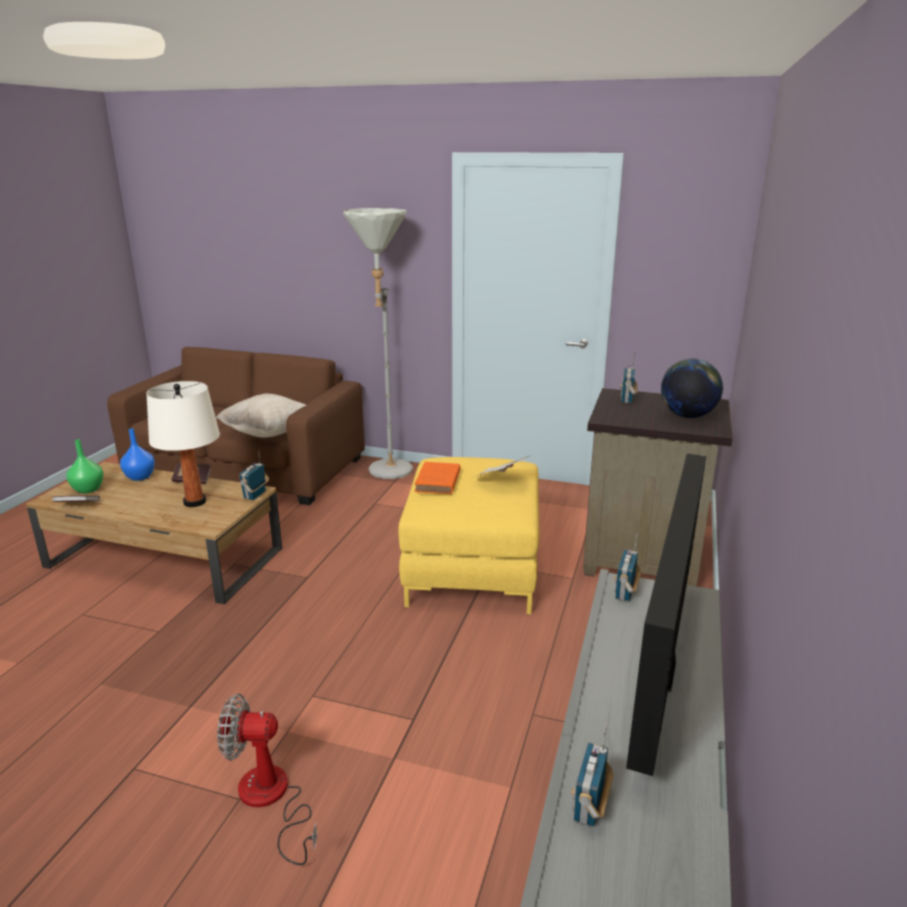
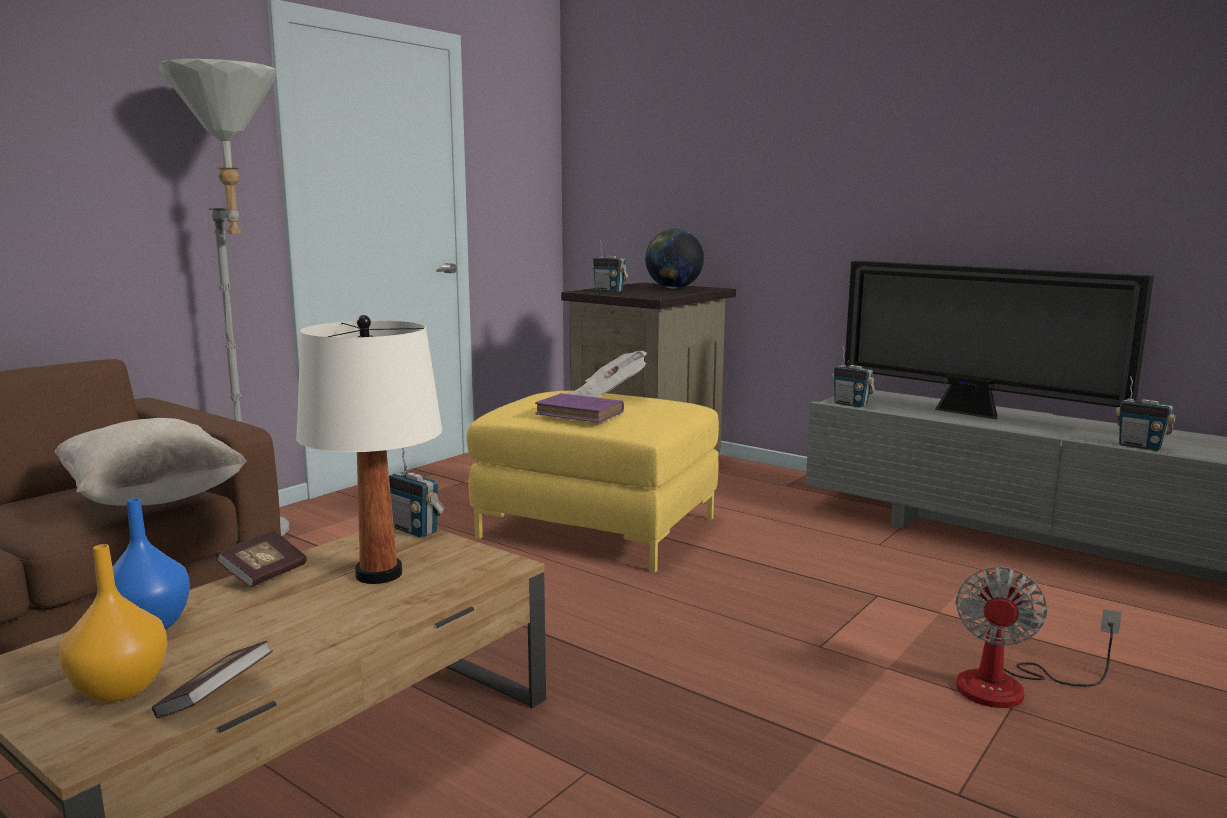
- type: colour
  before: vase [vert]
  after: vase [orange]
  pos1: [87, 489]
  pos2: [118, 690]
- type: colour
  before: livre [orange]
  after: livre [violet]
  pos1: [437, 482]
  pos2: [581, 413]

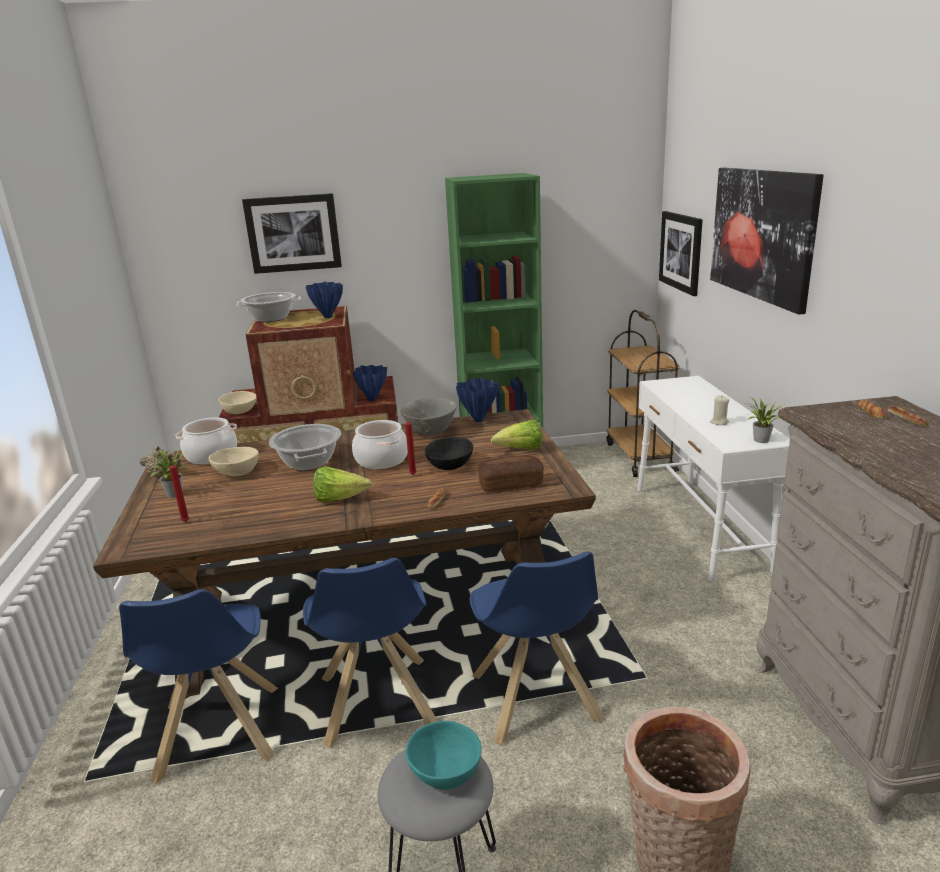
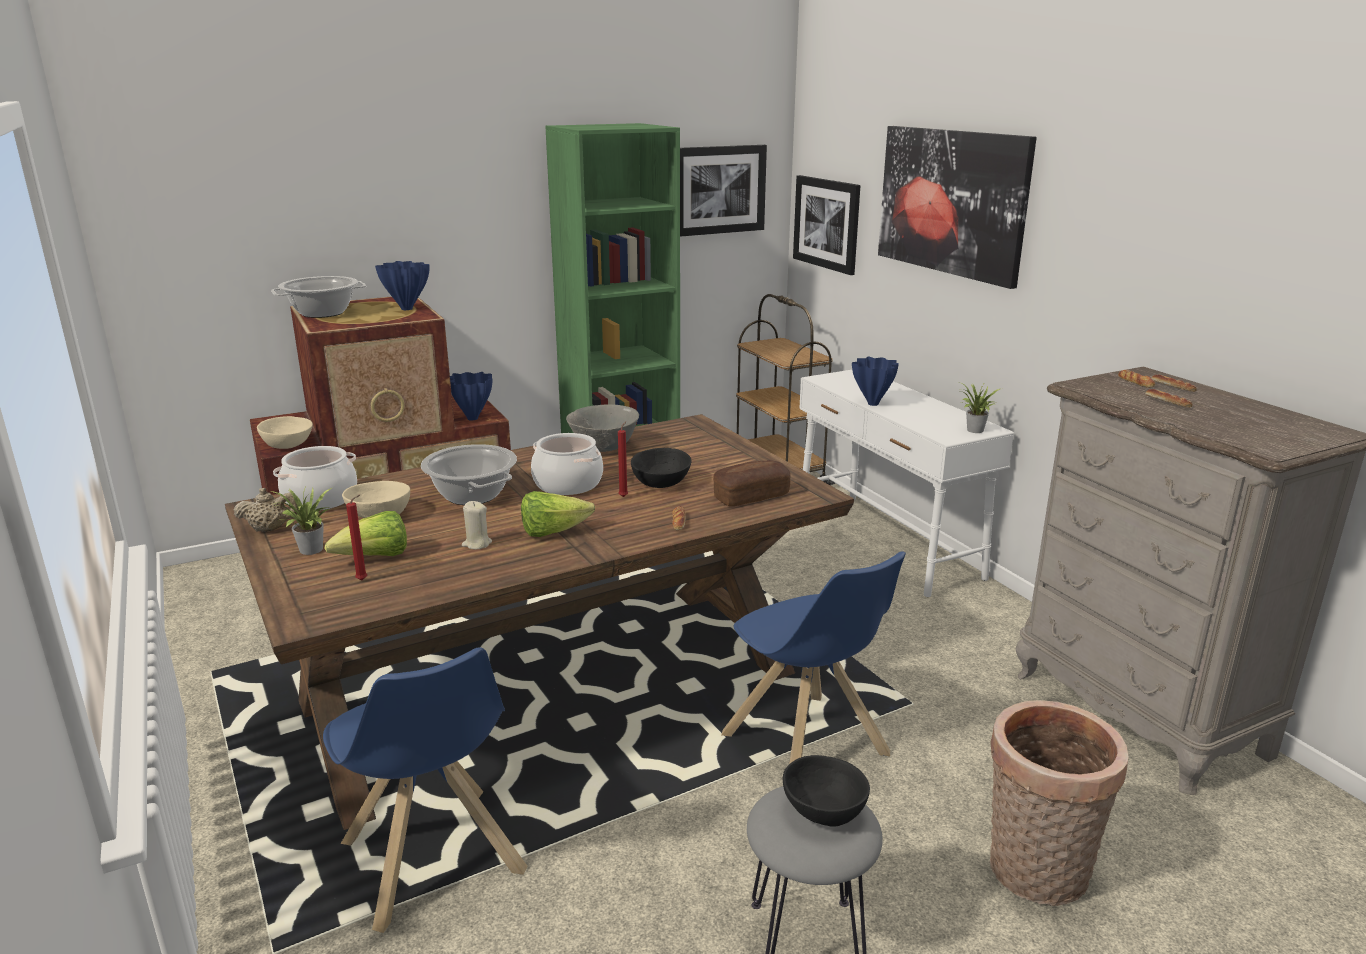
- type: relocated
  before: tableau
  pos1: [293, 233]
  pos2: [719, 190]
- type: relocated
  before: vase [bleu]
  pos1: [478, 420]
  pos2: [873, 403]
- type: relocated
  before: bougie [beige]
  pos1: [719, 422]
  pos2: [477, 544]
- type: relocated
  before: laitue
  pos1: [520, 450]
  pos2: [375, 558]
- type: missing
  before: chaise [bleu]
  pos1: [377, 703]
- type: colour
  before: bol [turquoise]
  after: bol [noir]
  pos1: [445, 772]
  pos2: [824, 811]
- type: appeared
  after: pain
  pos2: [1167, 402]

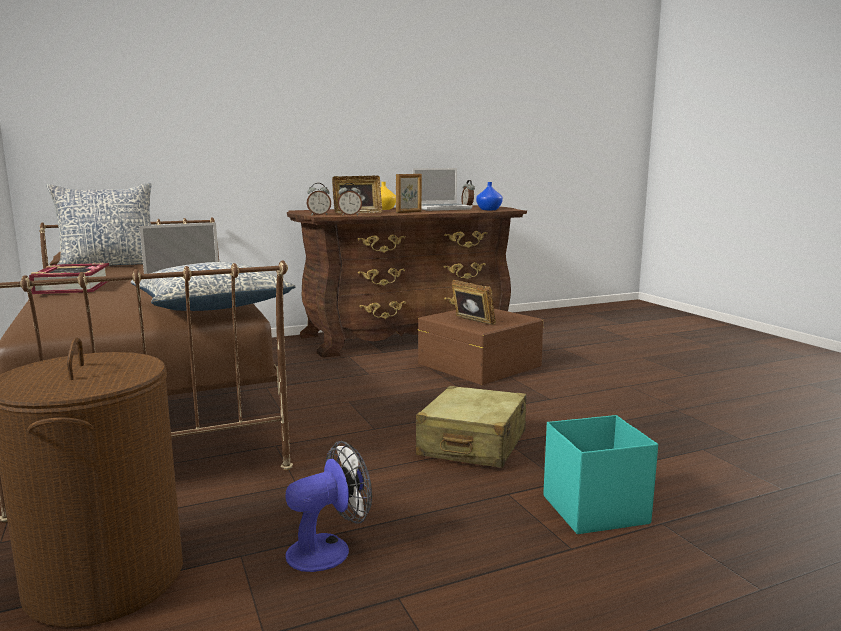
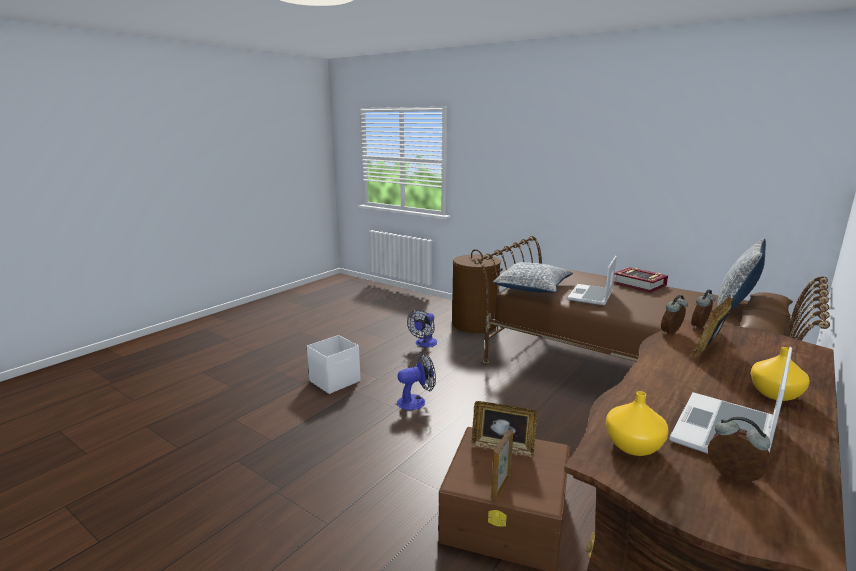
- type: relocated
  before: cadre photo
  pos1: [409, 212]
  pos2: [500, 487]
- type: colour
  before: vase [bleu]
  after: vase [jaune]
  pos1: [489, 209]
  pos2: [633, 447]
- type: exchanged
  before: valise [beige]
  after: ventilateur
  pos1: [472, 444]
  pos2: [416, 401]
- type: colour
  before: boîte de rangement [turquoise]
  after: boîte de rangement [blanc]
  pos1: [593, 510]
  pos2: [335, 381]

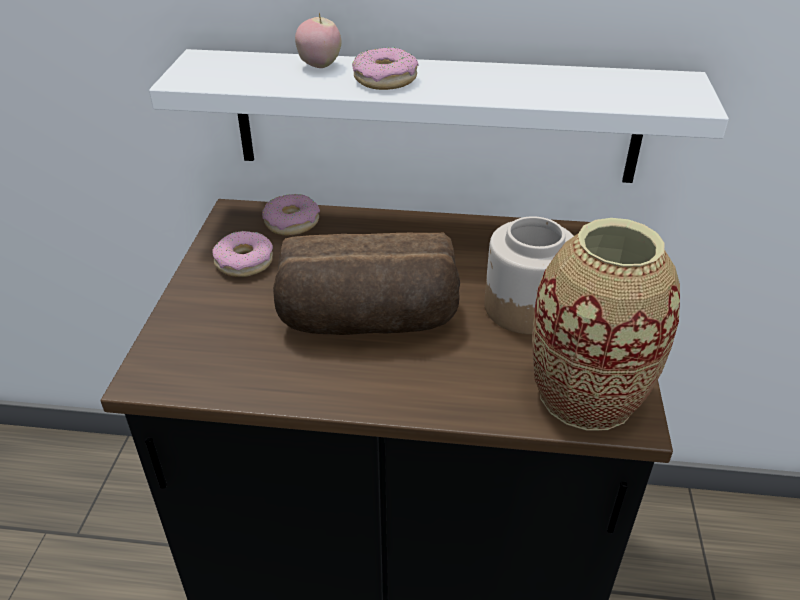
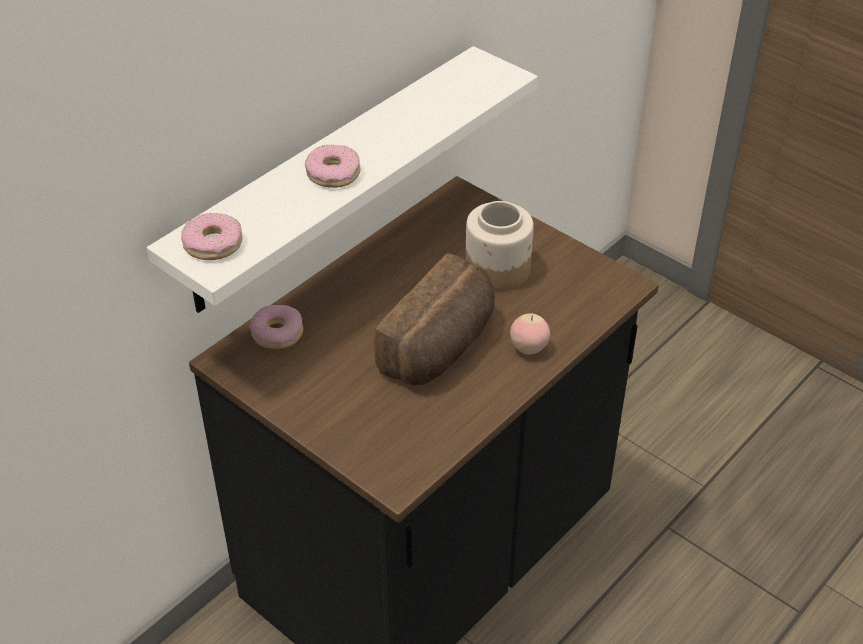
- type: relocated
  before: pomme
  pos1: [319, 66]
  pos2: [528, 349]
- type: missing
  before: vase
  pos1: [586, 395]
- type: relocated
  before: beignet
  pos1: [244, 262]
  pos2: [213, 244]

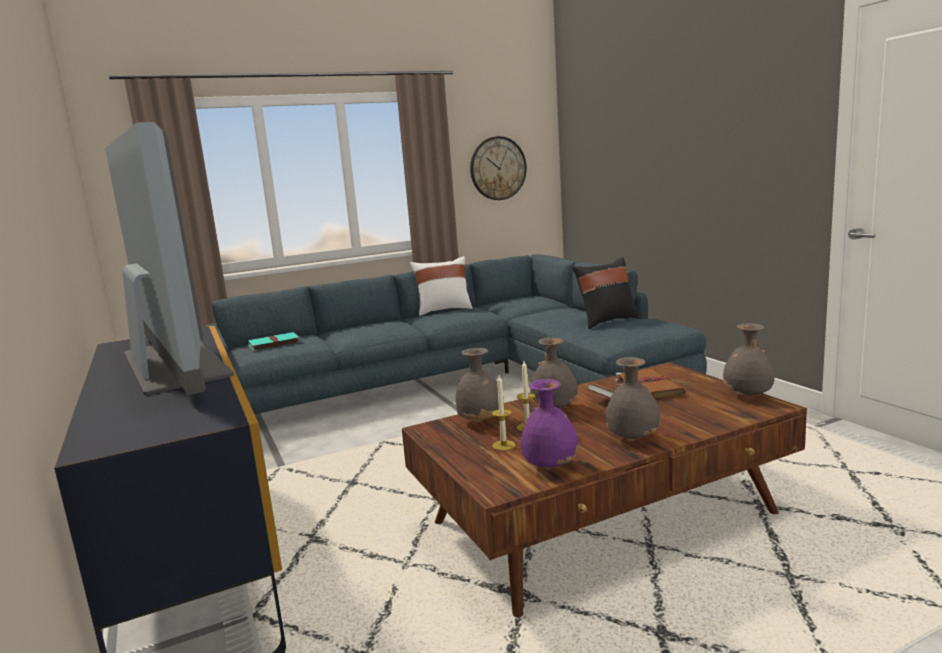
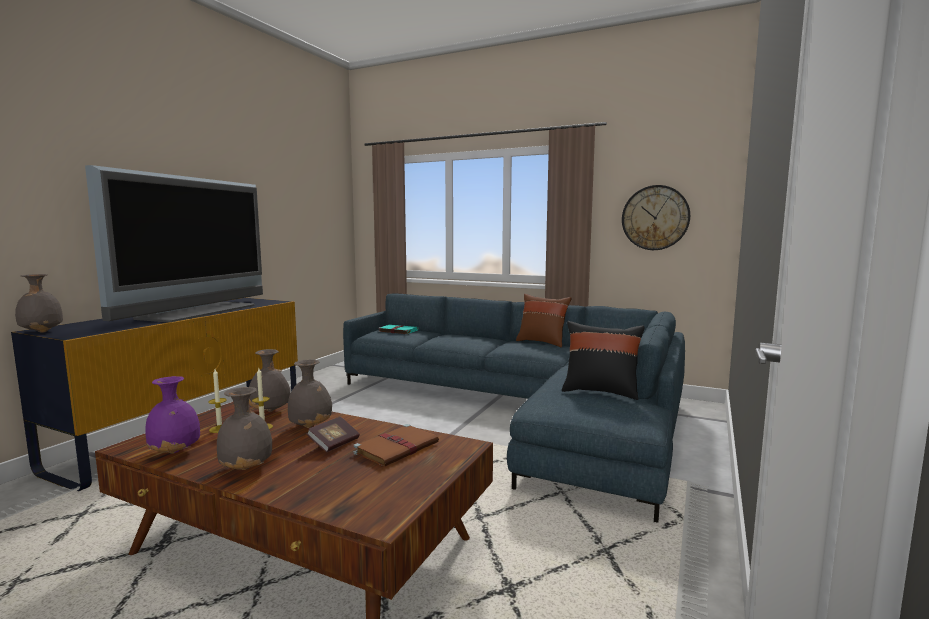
- type: colour
  before: coussin [blanc]
  after: coussin [marron]
  pos1: [443, 310]
  pos2: [542, 342]
- type: relocated
  before: vase [gris]
  pos1: [747, 396]
  pos2: [40, 332]

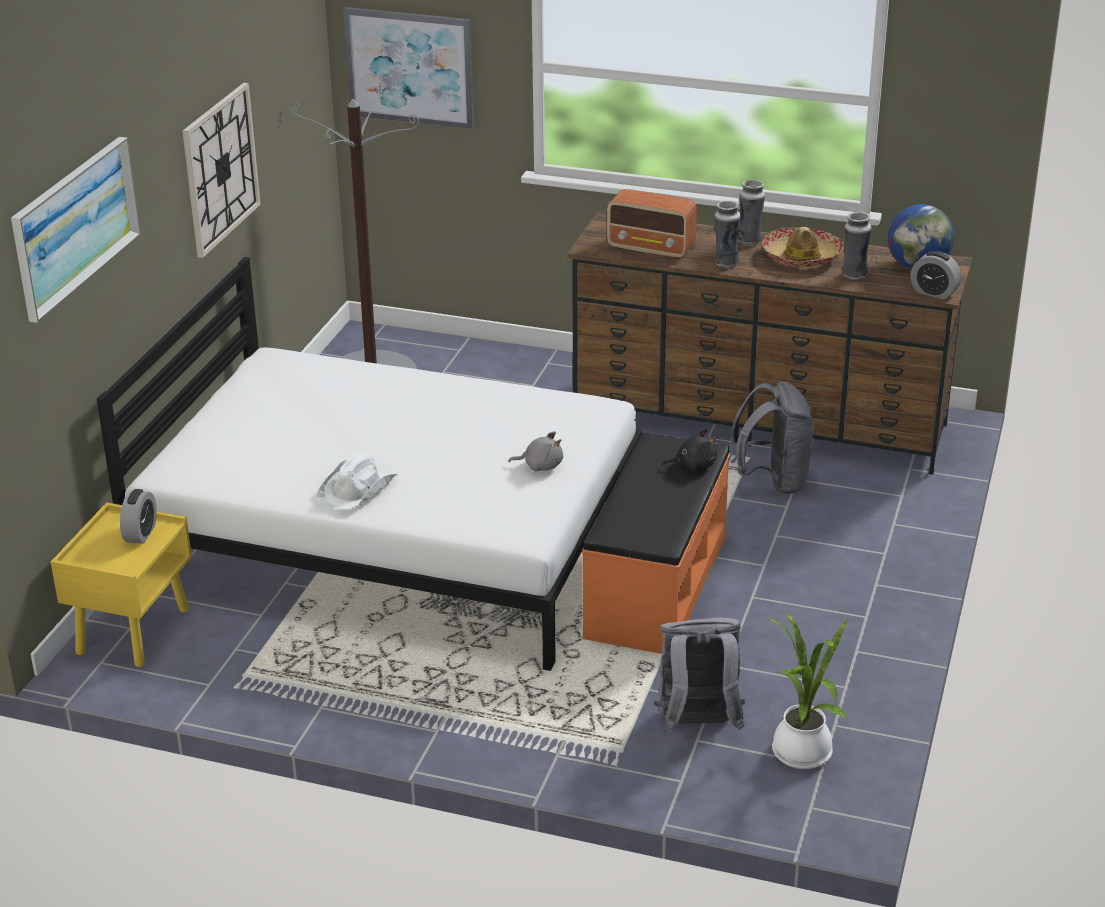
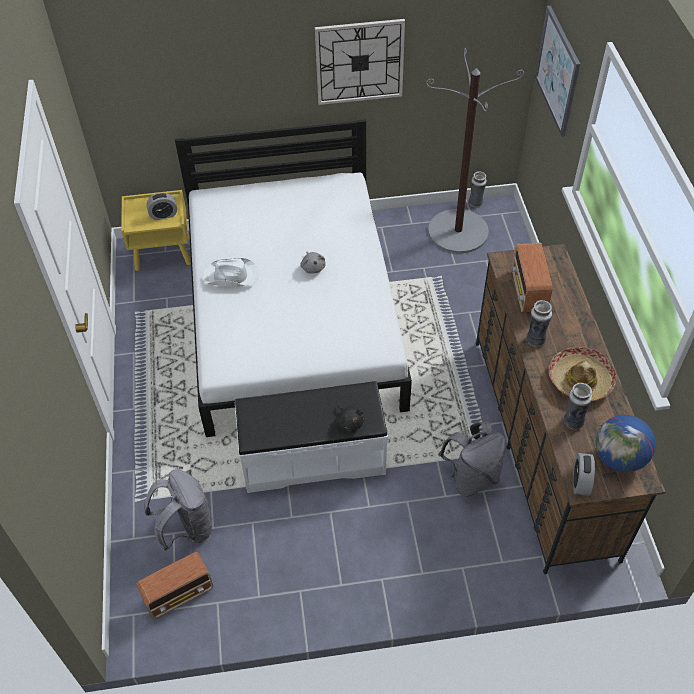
- type: missing
  before: tableau
  pos1: [75, 226]
- type: relocated
  before: vase
  pos1: [749, 241]
  pos2: [475, 203]
- type: relocated
  before: peluche [gris]
  pos1: [540, 466]
  pos2: [313, 267]
- type: colour
  before: banc [orange]
  after: banc [blanc]
  pos1: [654, 588]
  pos2: [313, 456]
- type: exchanged
  before: plante en pot
  after: radio
  pos1: [802, 756]
  pos2: [179, 594]

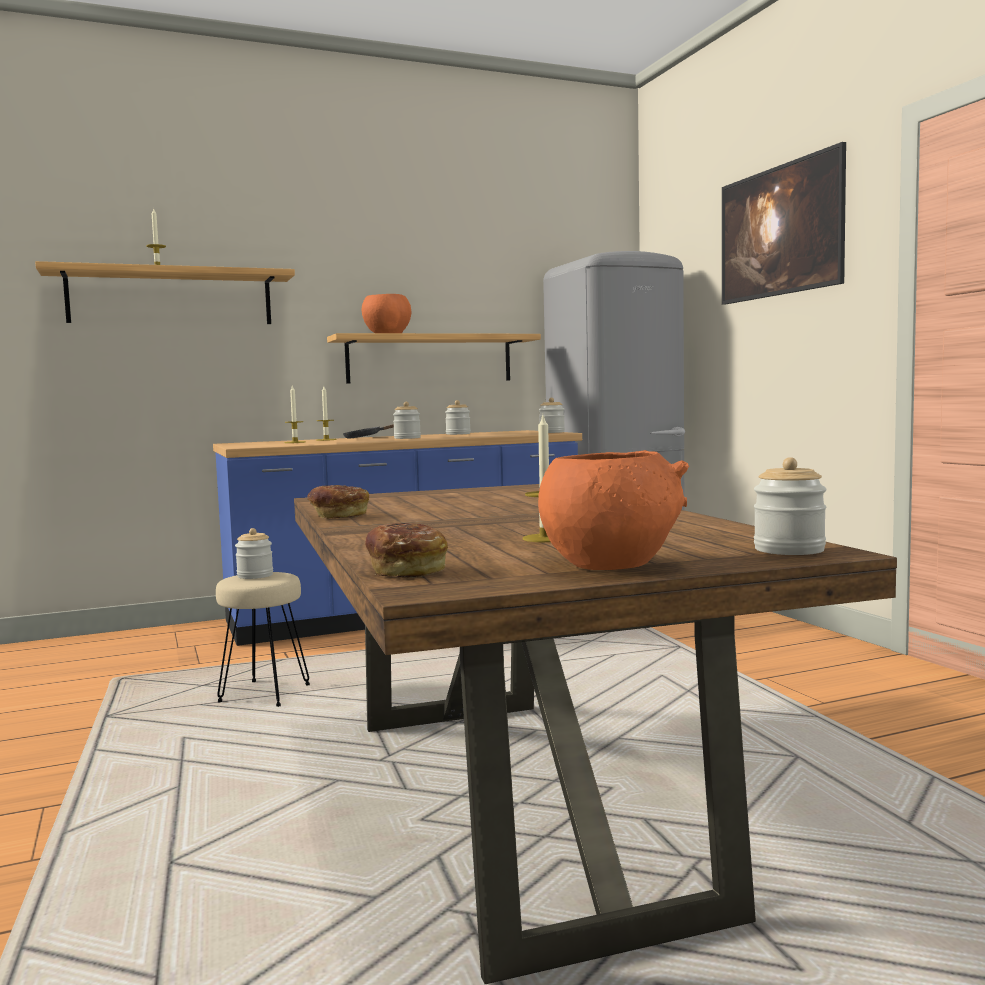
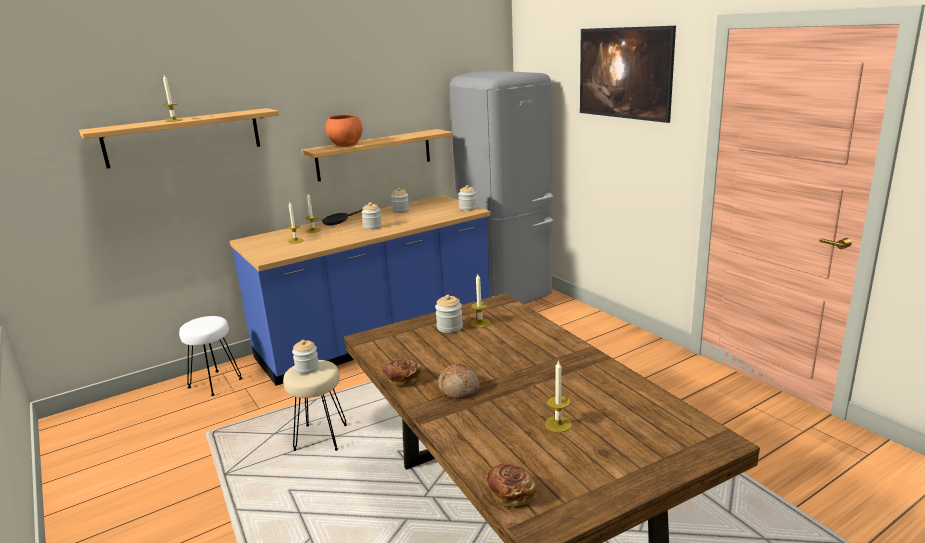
- type: missing
  before: bol [orange]
  pos1: [610, 564]
- type: relocated
  before: bocal
  pos1: [789, 550]
  pos2: [449, 327]
- type: appeared
  after: bougie
  pos2: [480, 323]
- type: appeared
  after: tabouret [blanc]
  pos2: [216, 383]
- type: appeared
  after: pain
  pos2: [459, 389]

